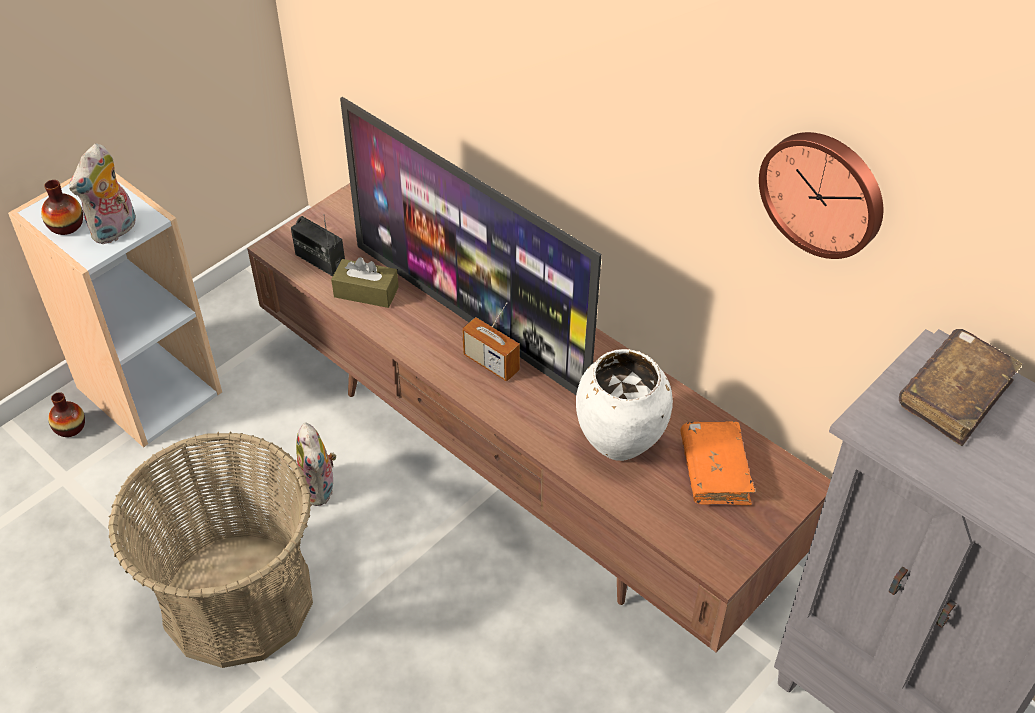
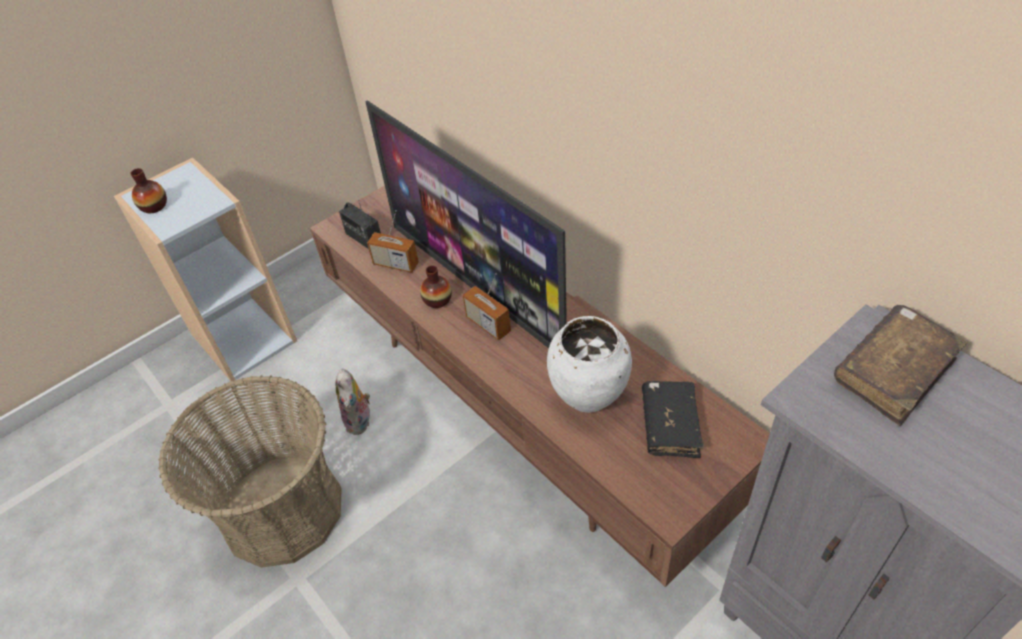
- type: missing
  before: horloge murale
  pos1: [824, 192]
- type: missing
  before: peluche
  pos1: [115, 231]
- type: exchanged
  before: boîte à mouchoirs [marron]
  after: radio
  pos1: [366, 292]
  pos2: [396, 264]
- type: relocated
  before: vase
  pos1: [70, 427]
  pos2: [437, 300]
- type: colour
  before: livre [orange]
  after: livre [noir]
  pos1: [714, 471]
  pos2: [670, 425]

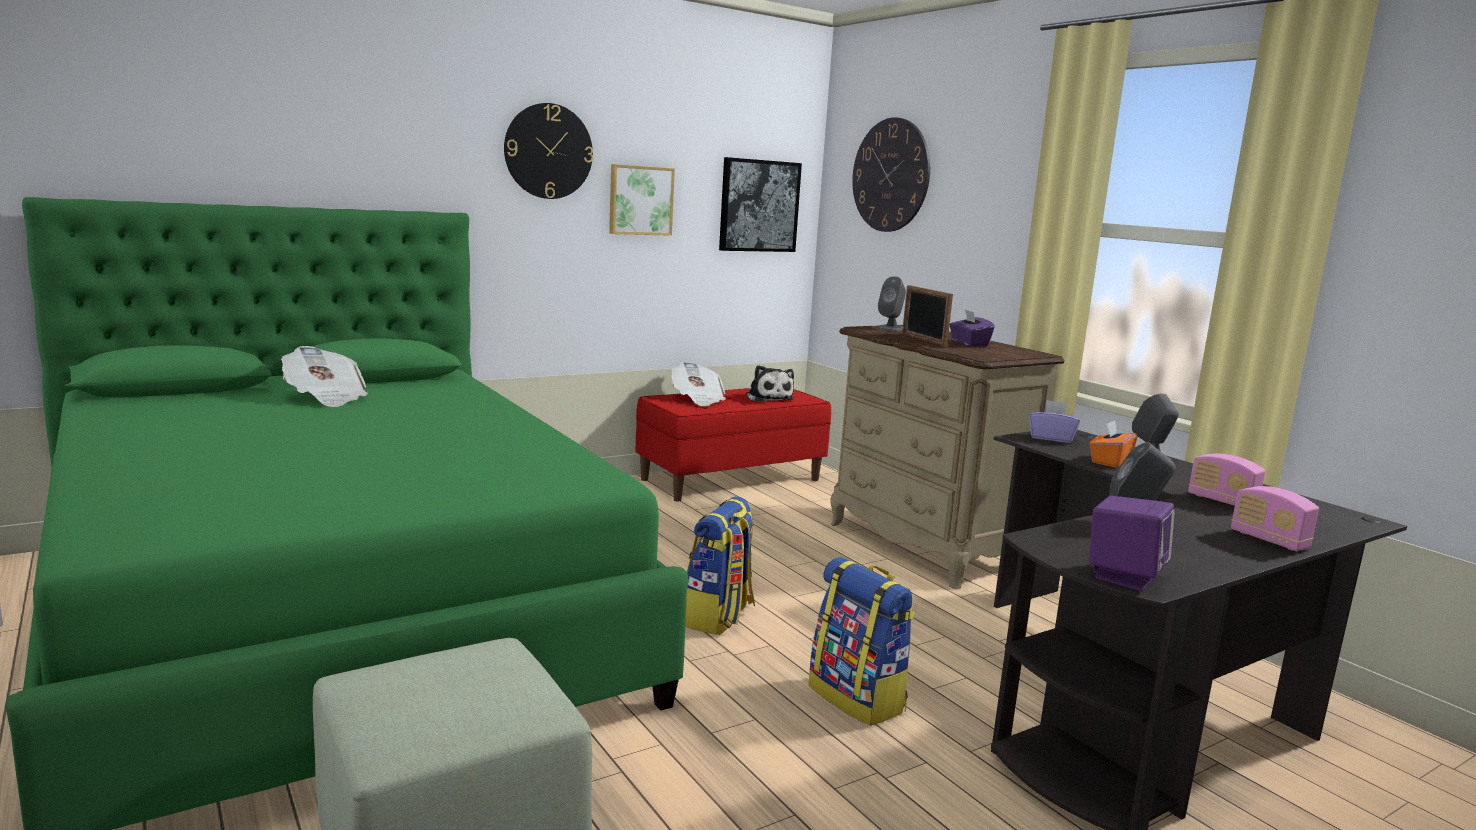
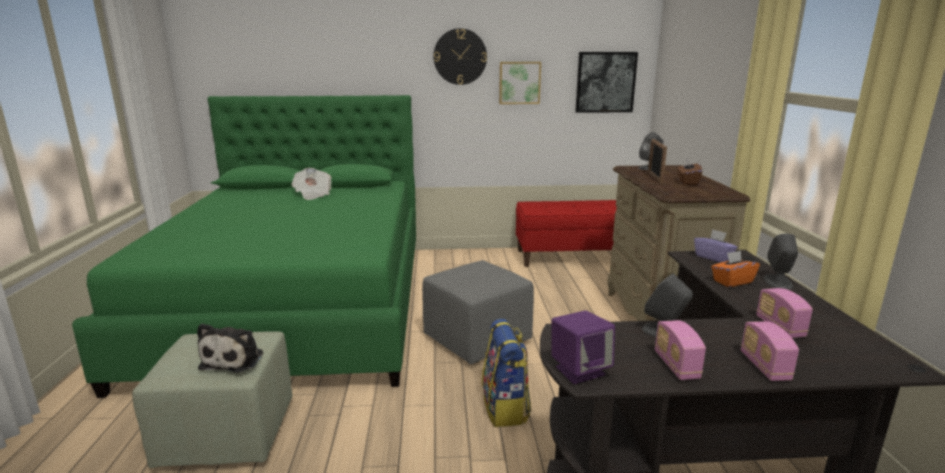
- type: missing
  before: horloge murale
  pos1: [890, 175]
- type: colour
  before: boîte à mouchoirs [violet]
  after: boîte à mouchoirs [marron]
  pos1: [969, 343]
  pos2: [687, 182]
- type: missing
  before: journal
  pos1: [697, 399]
- type: relocated
  before: peluche
  pos1: [768, 398]
  pos2: [235, 359]
- type: exchanged
  before: sac à dos
  after: pouf [gris]
  pos1: [719, 617]
  pos2: [476, 340]
- type: appeared
  after: radio
  pos2: [676, 366]

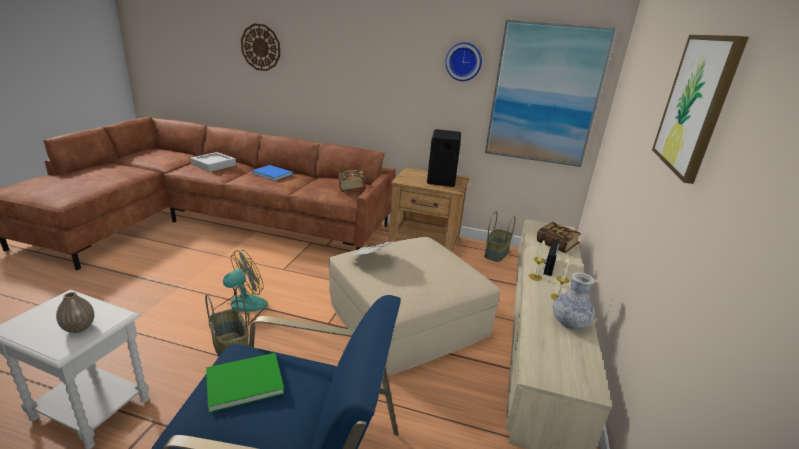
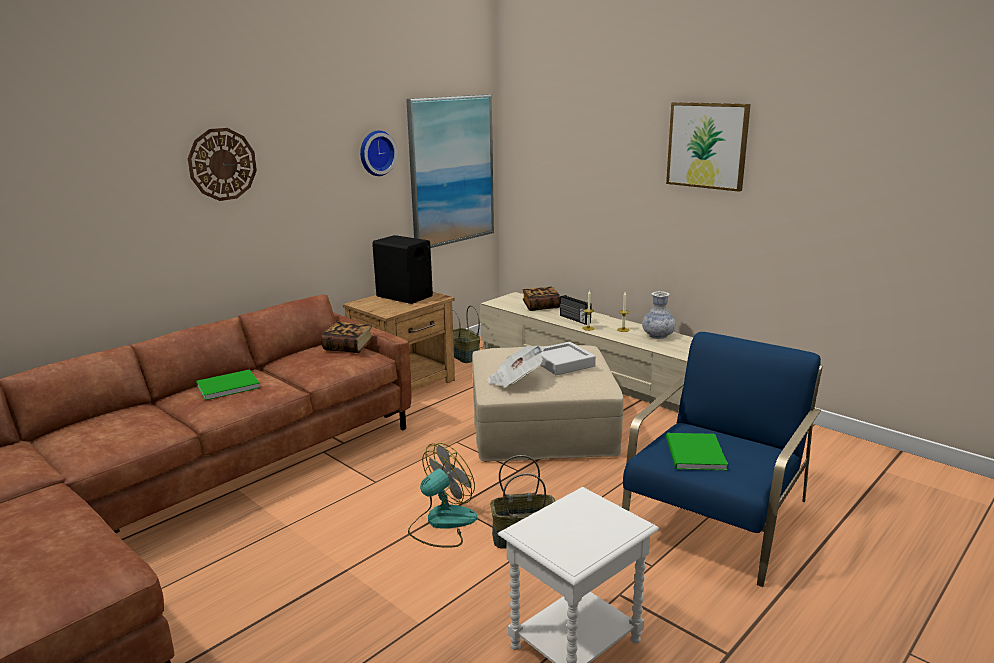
- type: relocated
  before: horloge murale
  pos1: [261, 47]
  pos2: [222, 164]
- type: relocated
  before: plateau [gris]
  pos1: [213, 165]
  pos2: [563, 363]
- type: colour
  before: livre [bleu]
  after: livre [vert]
  pos1: [272, 173]
  pos2: [226, 386]
- type: spun
  before: ventilateur
  pos1: [240, 307]
  pos2: [442, 523]
  turn: 60
- type: missing
  before: vase
  pos1: [79, 328]

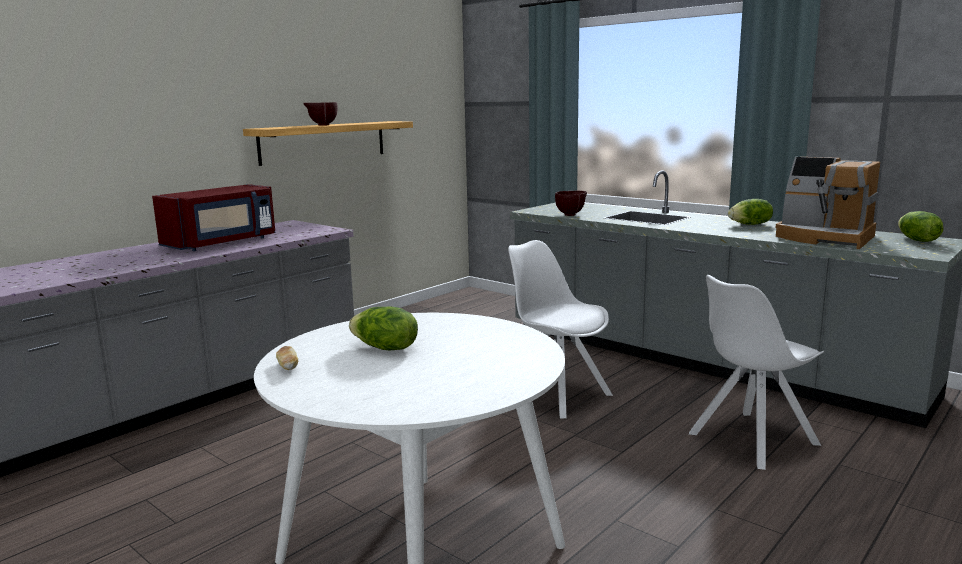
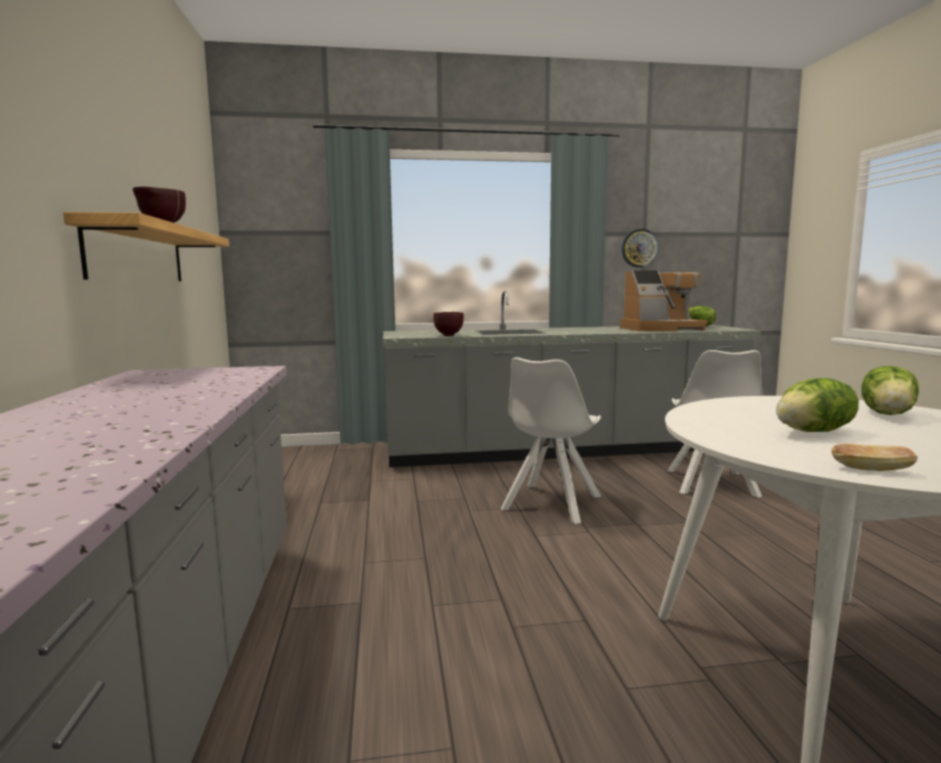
- type: missing
  before: micro-ondes [rouge]
  pos1: [222, 243]
- type: relocated
  before: laitue
  pos1: [750, 224]
  pos2: [888, 414]
- type: spun
  before: chaise [blanc]
  pos1: [557, 395]
  pos2: [550, 504]
  turn: -60
- type: appeared
  after: horloge murale
  pos2: [639, 248]

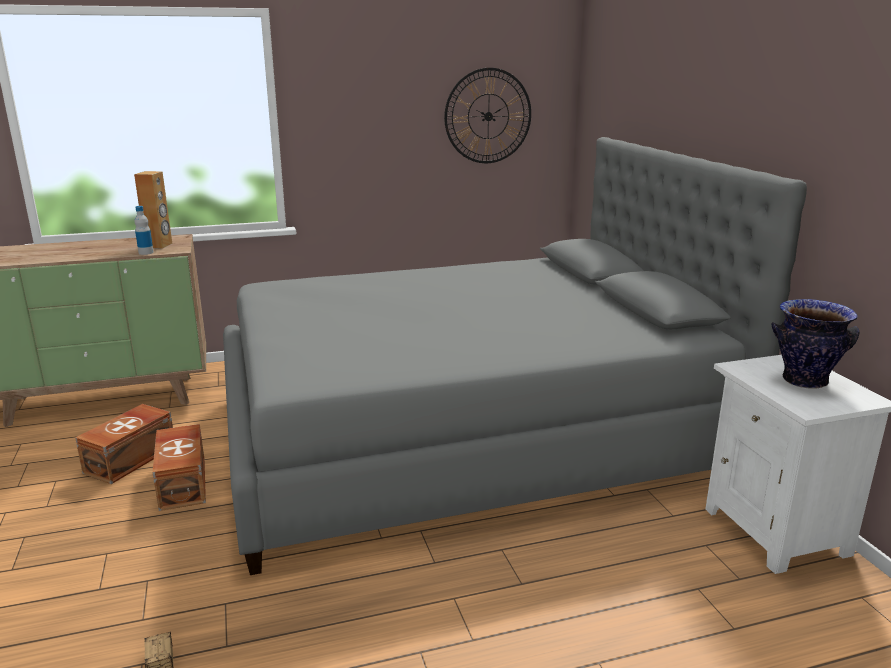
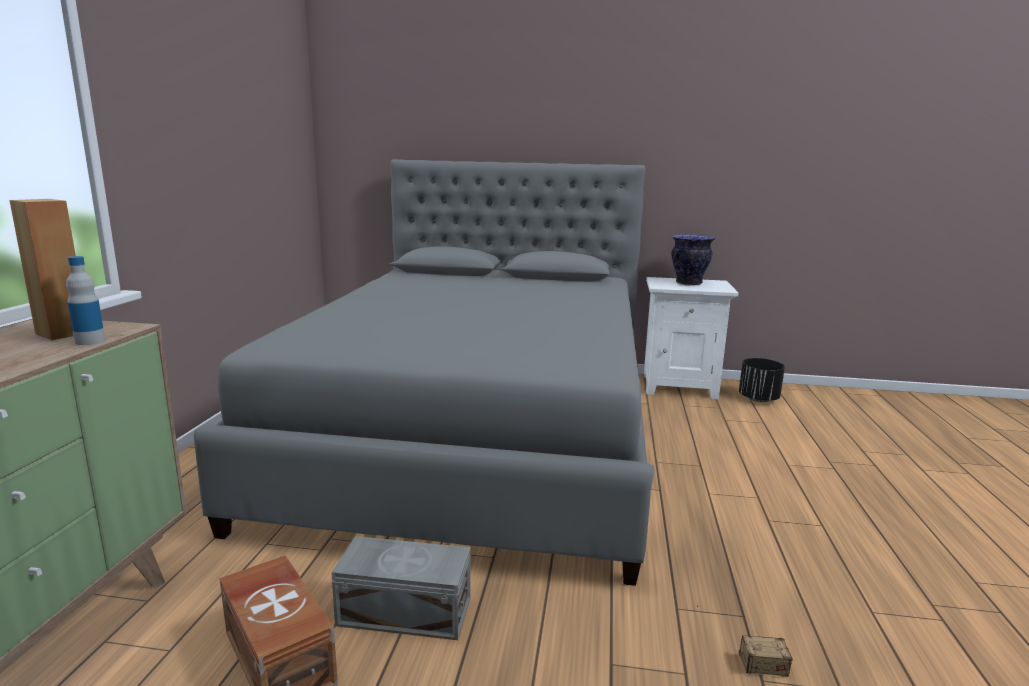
- type: missing
  before: horloge murale
  pos1: [488, 116]
- type: colour
  before: boîte de rangement [marron]
  after: boîte de rangement [gris]
  pos1: [184, 482]
  pos2: [403, 610]
- type: appeared
  after: cache-pot [noir]
  pos2: [758, 399]

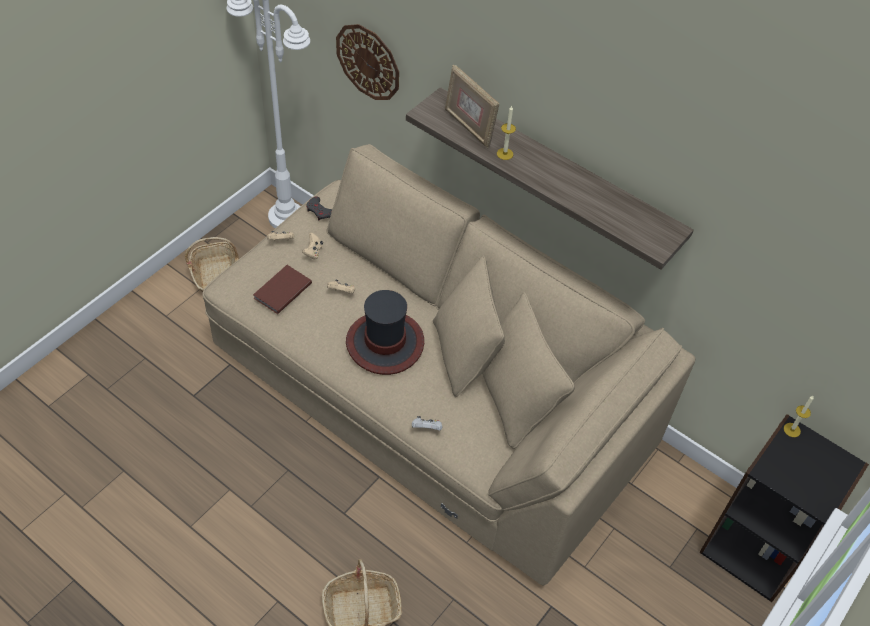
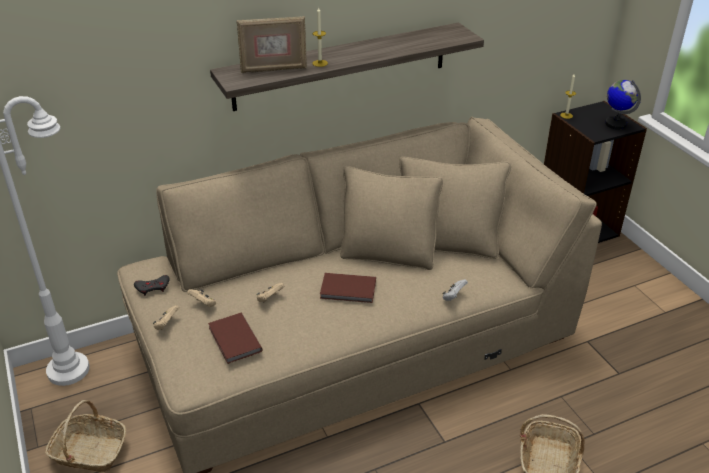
- type: missing
  before: horloge murale
  pos1: [368, 62]
- type: exchanged
  before: chapeau
  after: livre [marron]
  pos1: [385, 343]
  pos2: [348, 290]
- type: appeared
  after: globe
  pos2: [615, 124]

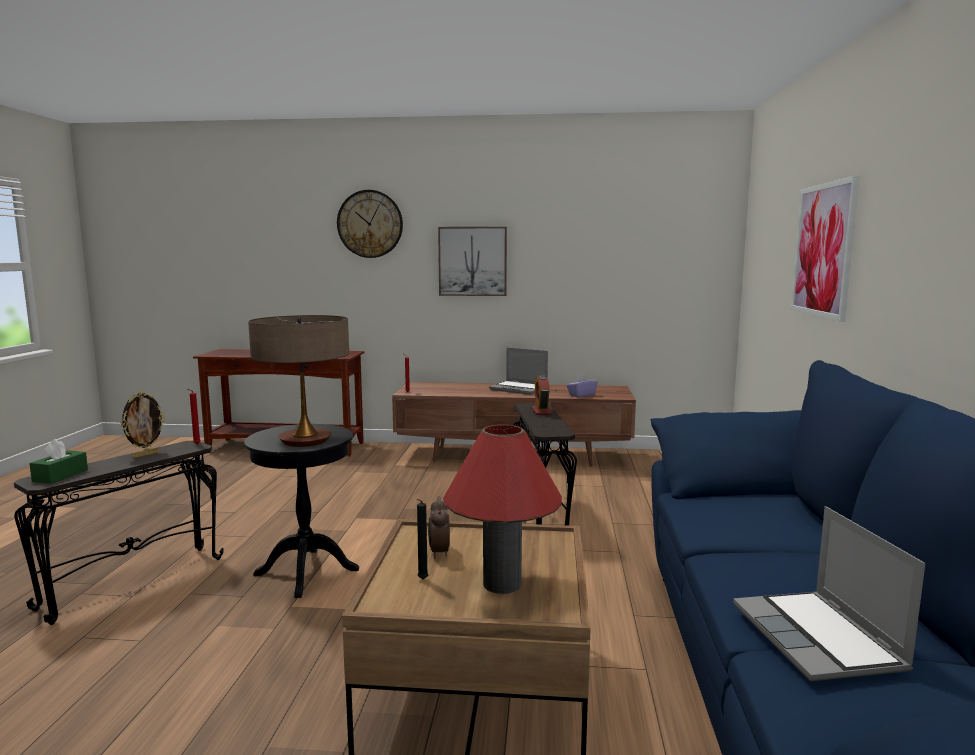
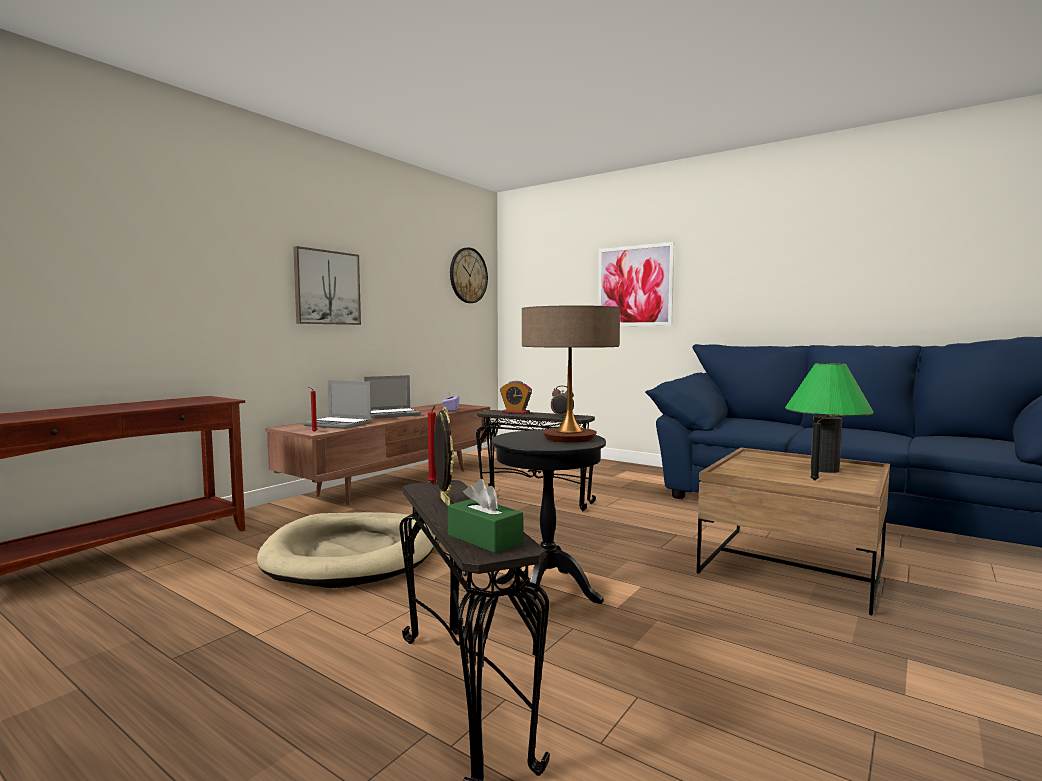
- type: relocated
  before: horloge murale
  pos1: [370, 224]
  pos2: [468, 275]
- type: colour
  before: lampe de table [rouge]
  after: lampe de table [vert]
  pos1: [502, 584]
  pos2: [824, 469]
- type: relocated
  before: réveil
  pos1: [438, 552]
  pos2: [562, 417]
- type: relocated
  before: ordinateur portable
  pos1: [819, 638]
  pos2: [339, 424]
- type: appeared
  after: panier pour chien [beige]
  pos2: [352, 554]

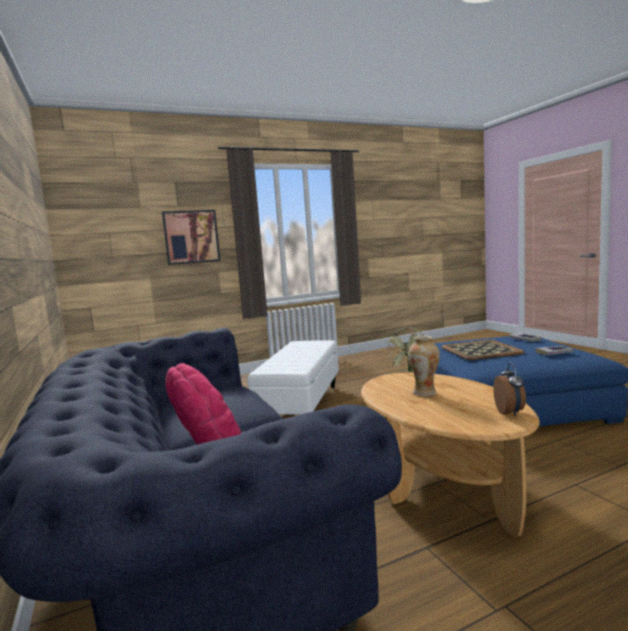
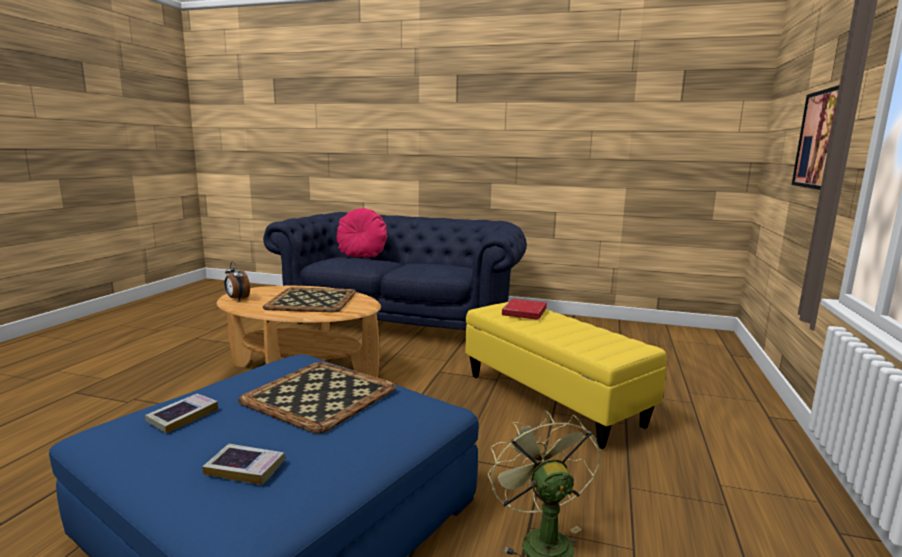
- type: exchanged
  before: vase
  after: plateau
  pos1: [424, 392]
  pos2: [313, 300]
- type: colour
  before: pouf [blanc]
  after: pouf [jaune]
  pos1: [302, 407]
  pos2: [550, 400]
- type: appeared
  after: livre [rouge]
  pos2: [524, 312]

